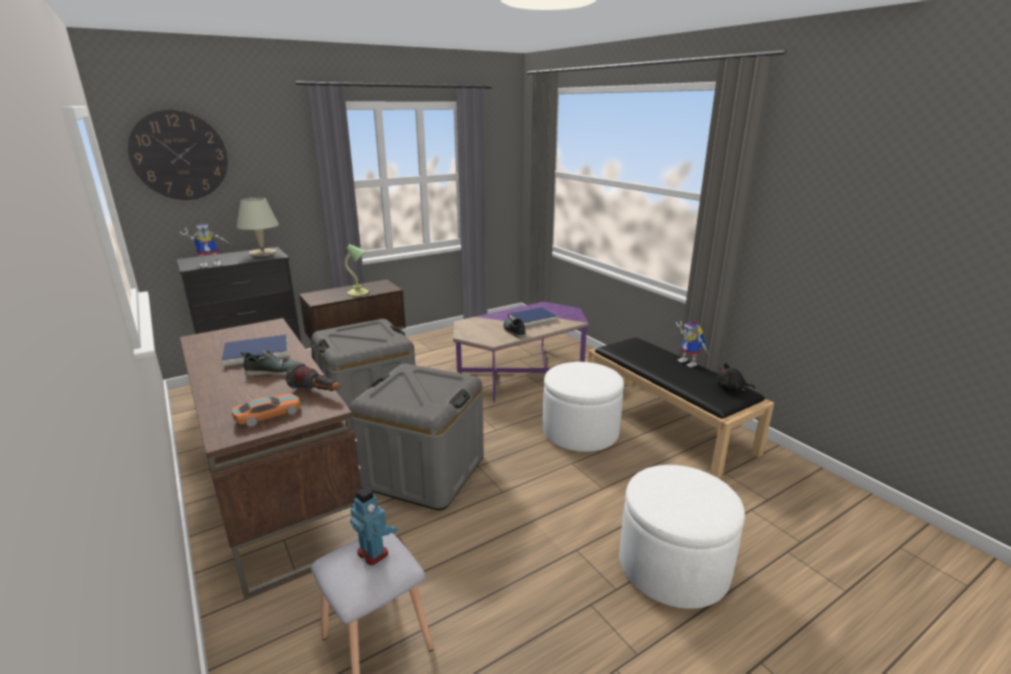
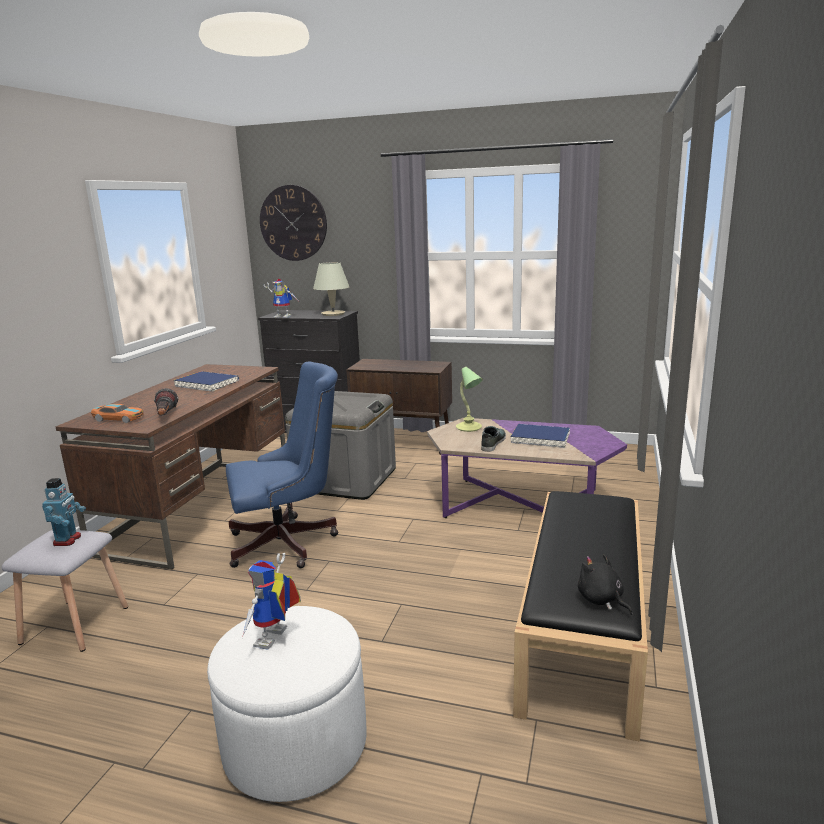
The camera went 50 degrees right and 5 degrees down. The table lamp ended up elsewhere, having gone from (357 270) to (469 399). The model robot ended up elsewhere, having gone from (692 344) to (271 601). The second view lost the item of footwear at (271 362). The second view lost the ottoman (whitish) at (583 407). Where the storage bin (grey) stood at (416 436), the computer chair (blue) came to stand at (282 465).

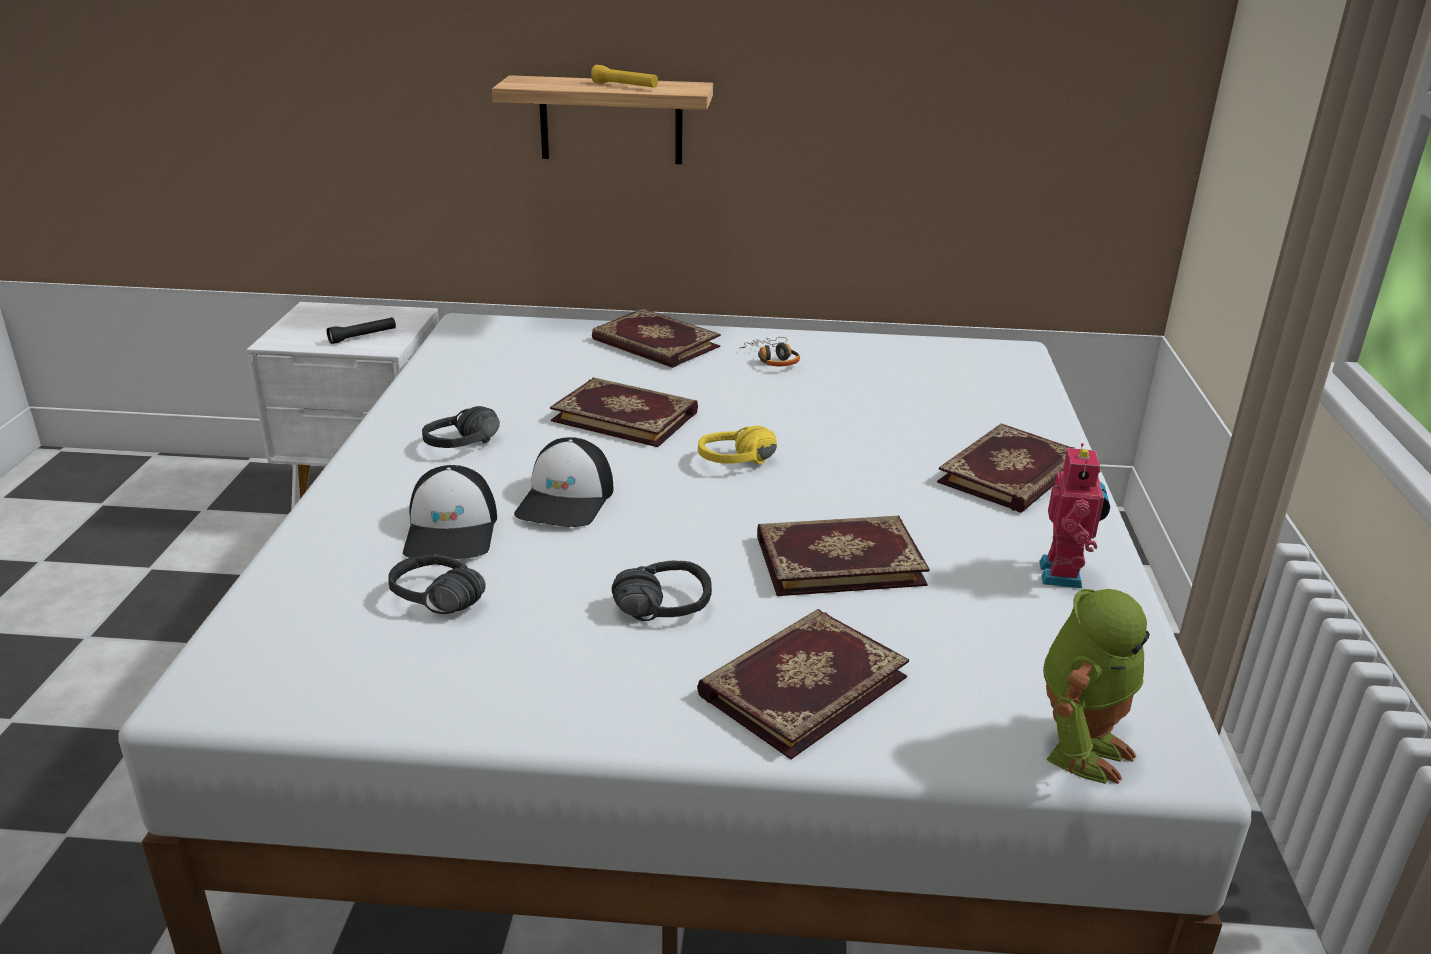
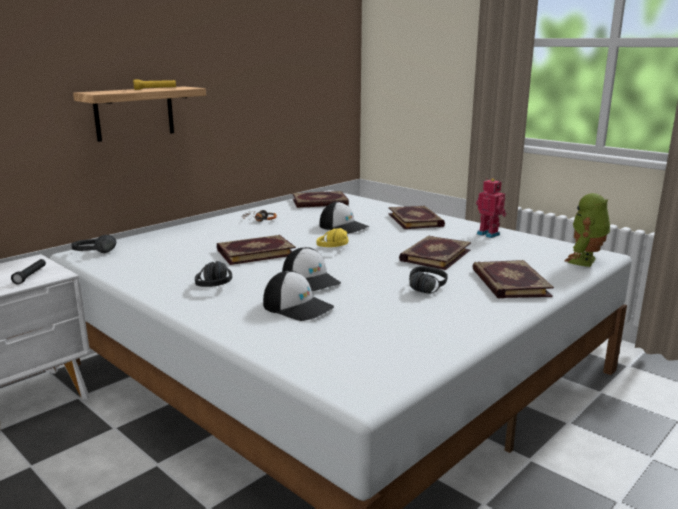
The camera went 50 degrees left and 10 degrees down. The volume ended up elsewhere, having gone from (656 338) to (320 199). The headset (blackish) ended up elsewhere, having gone from (437 584) to (93 244). The model robot at (1096 686) ended up facing another way, 135 degrees counterclockwise from before. The second view gained the baseball cap at (344 218).

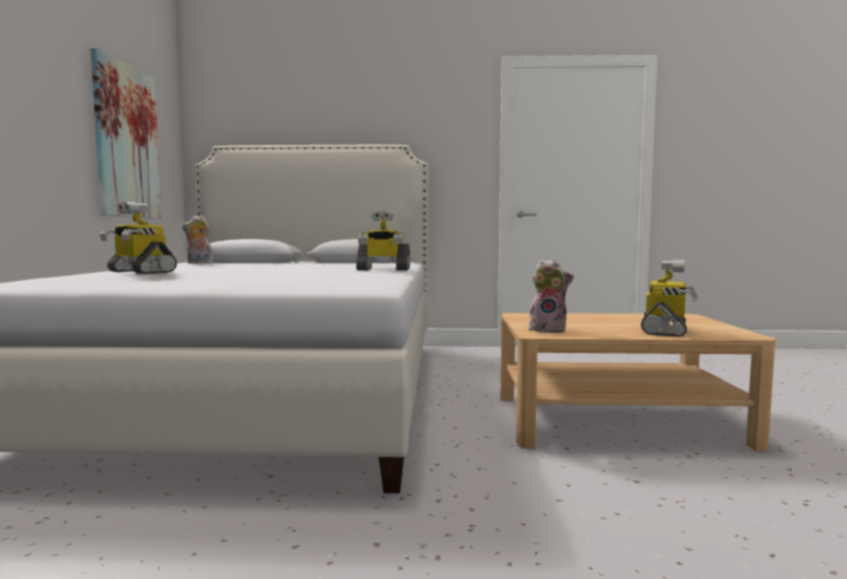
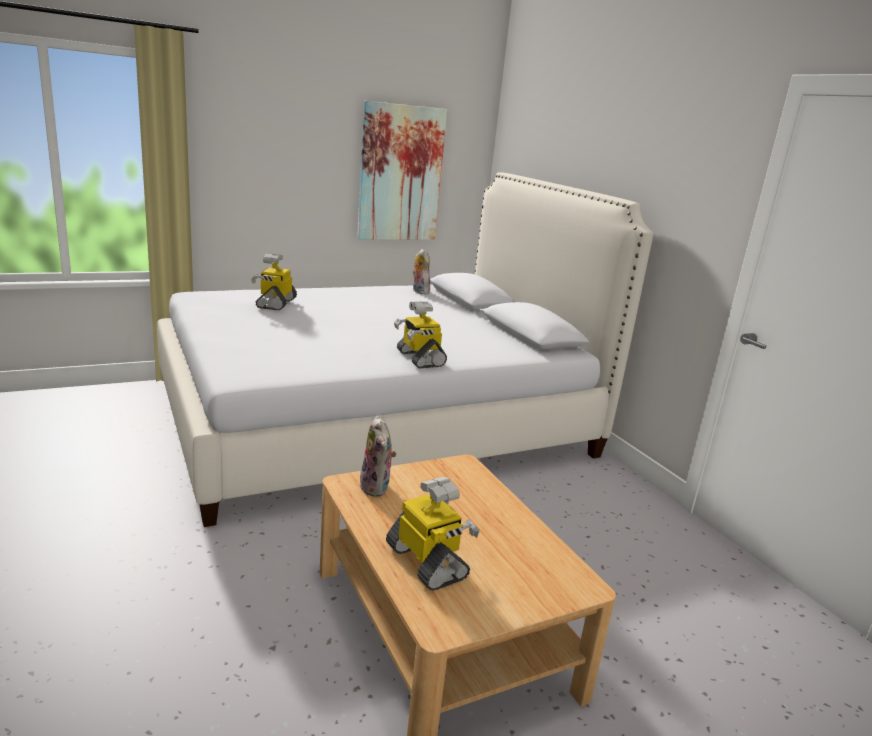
The camera went 60 degrees right and 15 degrees up. The model robot at (669 298) ended up facing another way, 120 degrees counterclockwise from before.

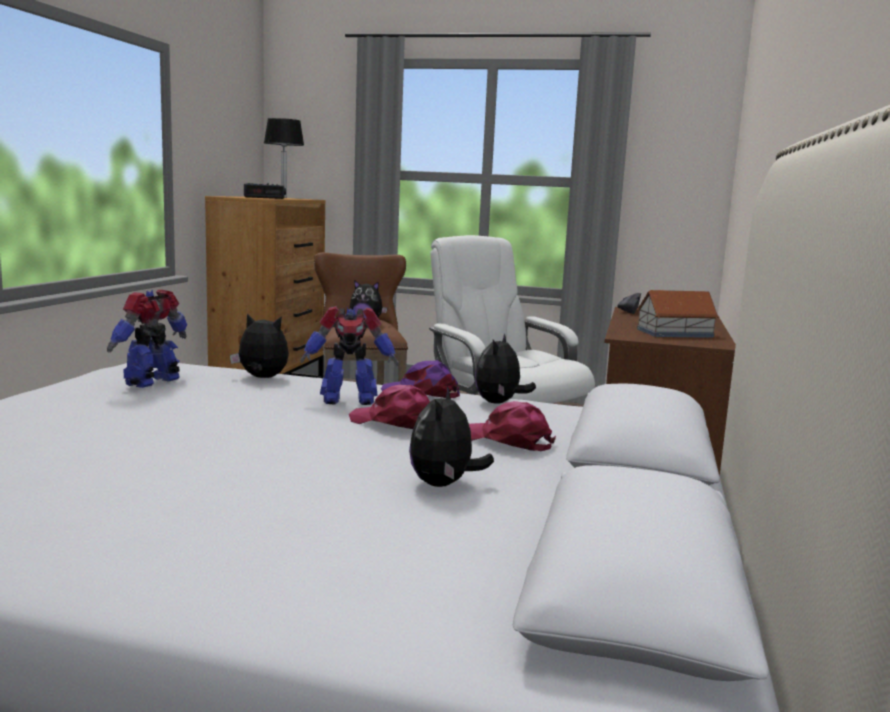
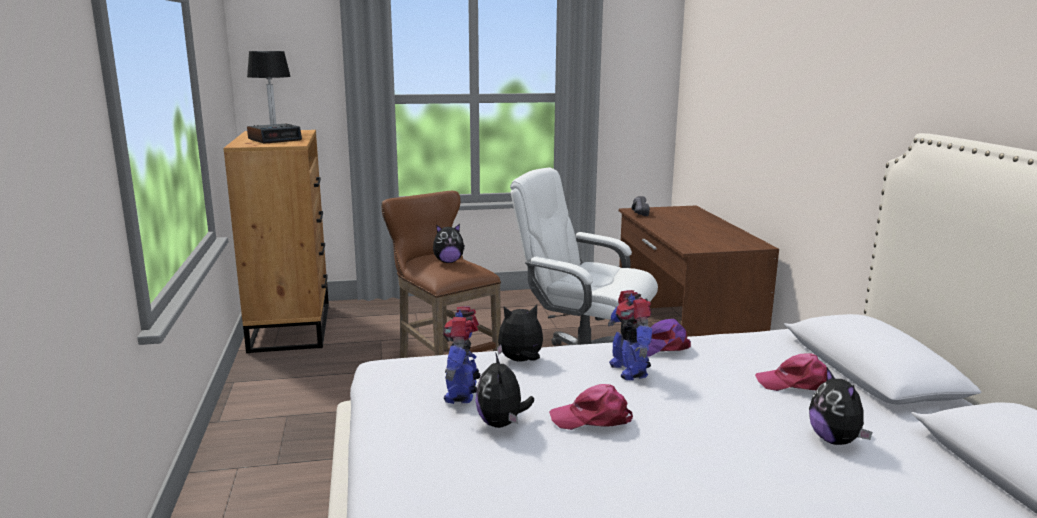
The camera went 25 degrees left and 5 degrees up. The second view lost the miniature house at (678 314). The model robot at (349 355) ended up facing another way, 105 degrees clockwise from before. The cuddly toy ended up elsewhere, having gone from (505 369) to (504 390). The baseball cap (pinkish) ended up elsewhere, having gone from (389 407) to (591 407).

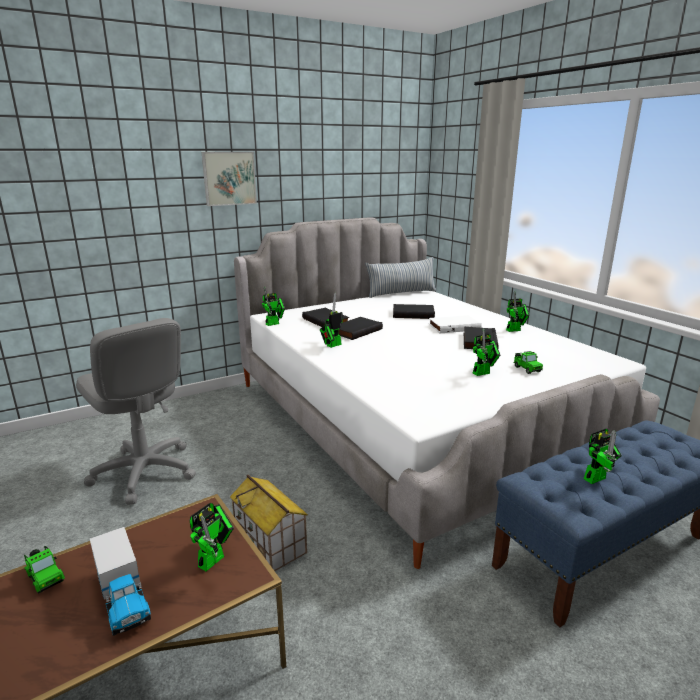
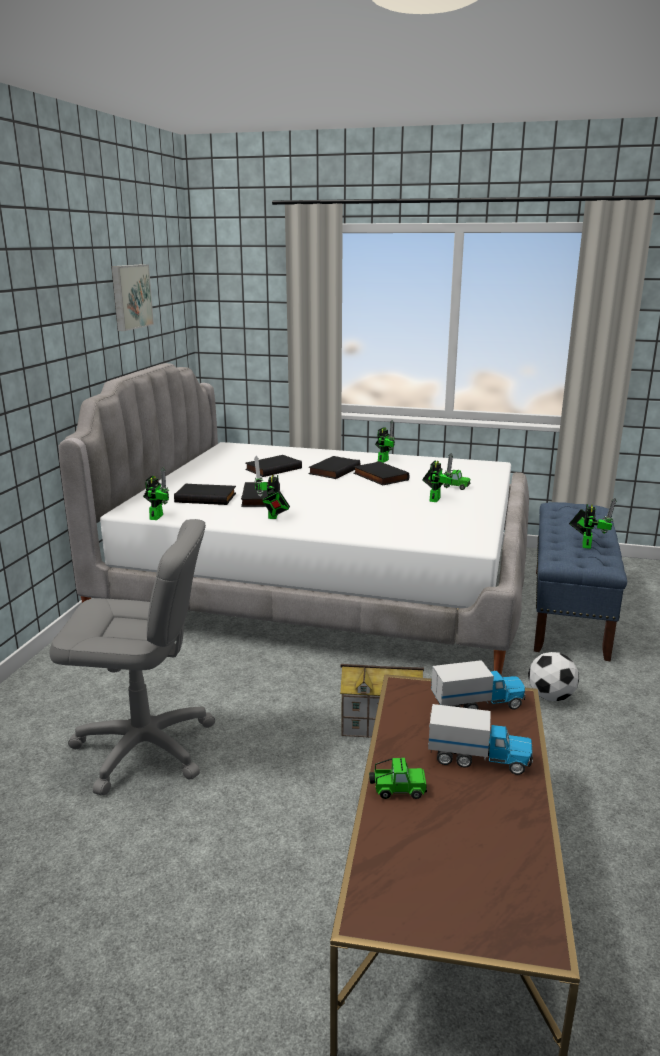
The camera went 45 degrees left and 0 degrees up. The wall picture ended up elsewhere, having gone from (229 179) to (133 297). The second view lost the cushion at (400 277). What was the volume (whitish) at (455 324) turned into the volume (blackish) at (334 467). Where the model robot stood at (211 537), the model truck came to stand at (478 684). The second view gained the ball for football at (553 676).

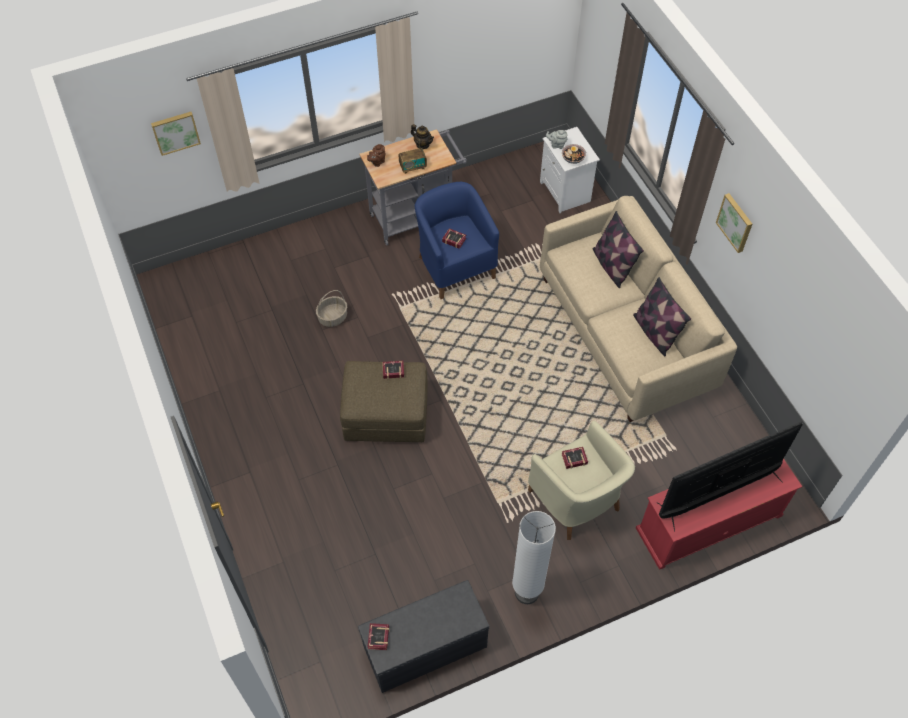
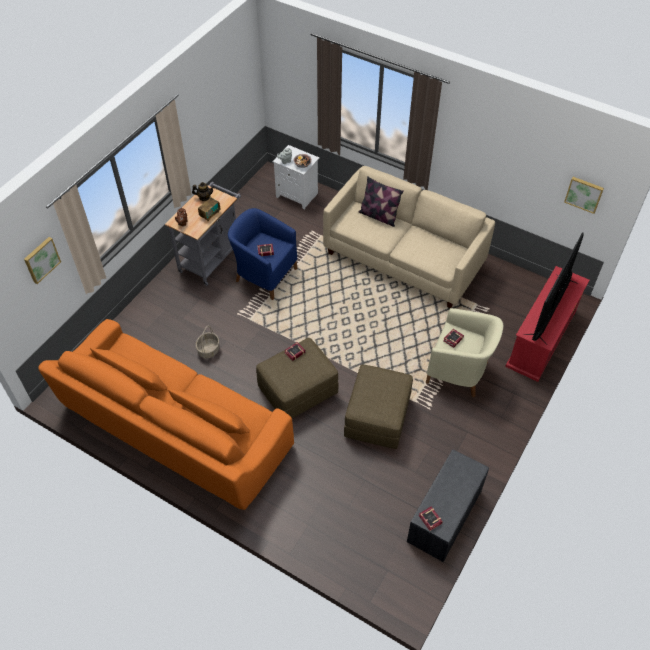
The camera went 35 degrees left and 5 degrees down. The wall picture ended up elsewhere, having gone from (734 223) to (584 195). The second view lost the cushion at (662 316). The second view lost the floor lamp (whitish) at (534 557). The second view gained the settee (orange-coloured) at (166 414). The second view gained the ottoman (brownish) at (378 407).

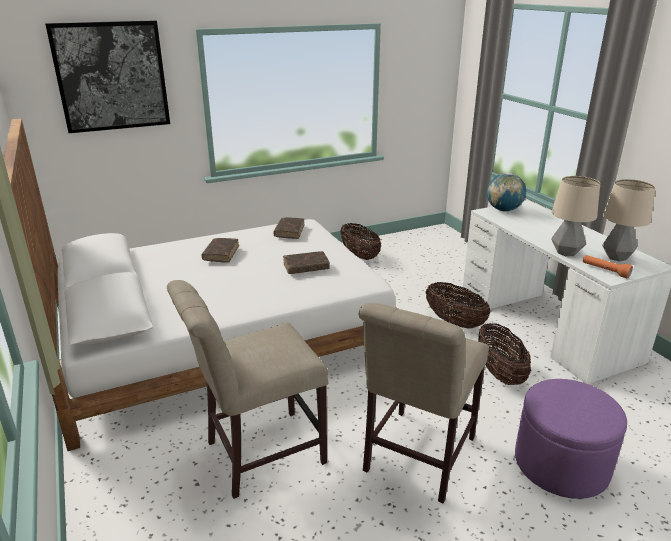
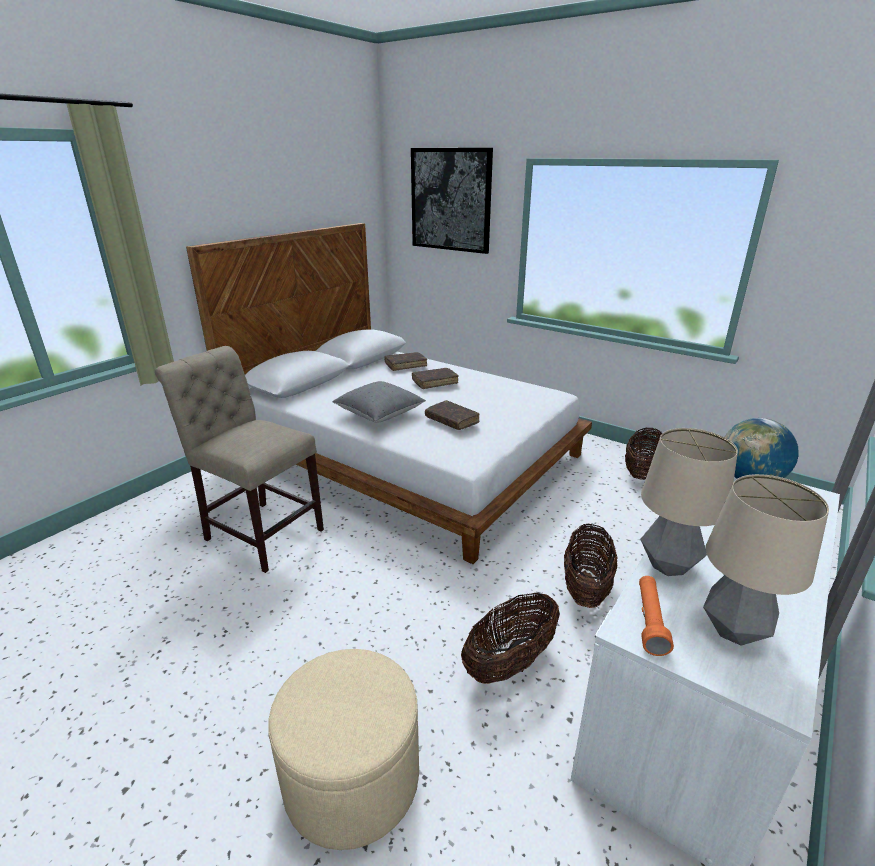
The camera went 60 degrees right and 0 degrees up. The volume (brownish) ended up elsewhere, having gone from (288 228) to (405 361). The second view lost the plain chair (sand-coloured) at (424 403). What was the ottoman (purple-coloured) at (571 439) turned into the ottoman (sand-coloured) at (343 749). The second view gained the cushion (grey) at (379 402).

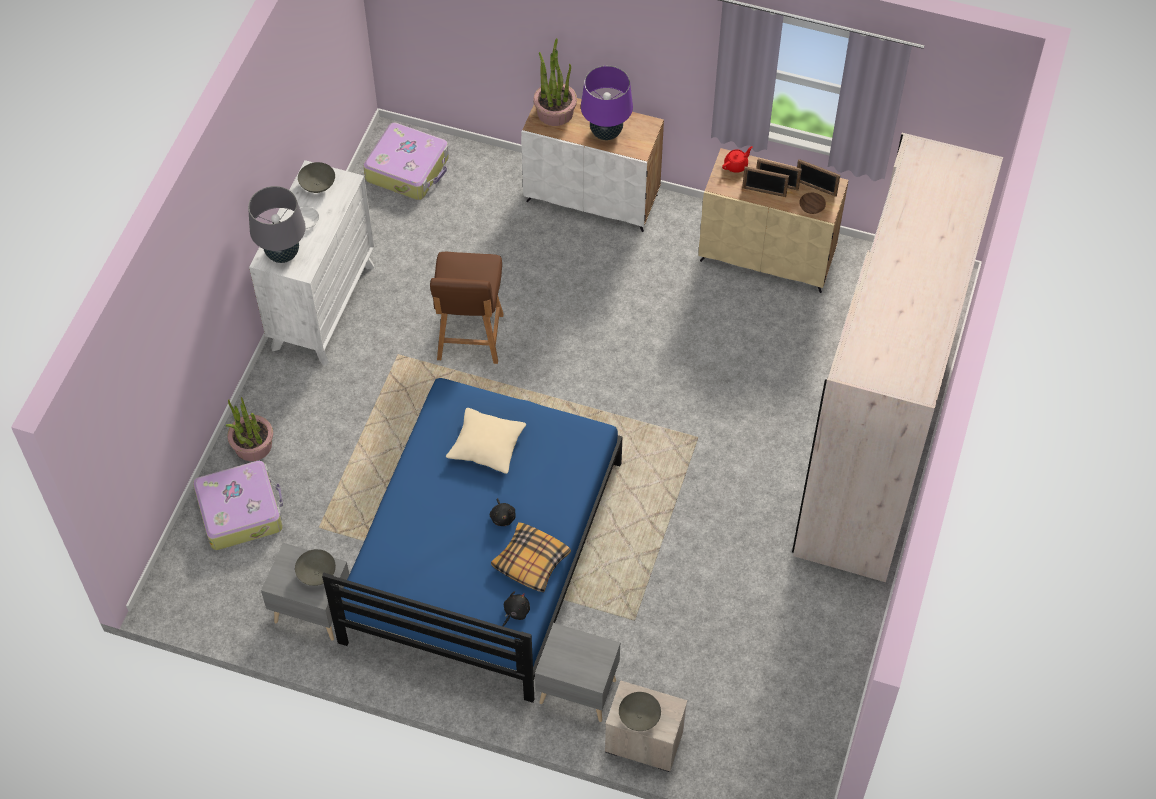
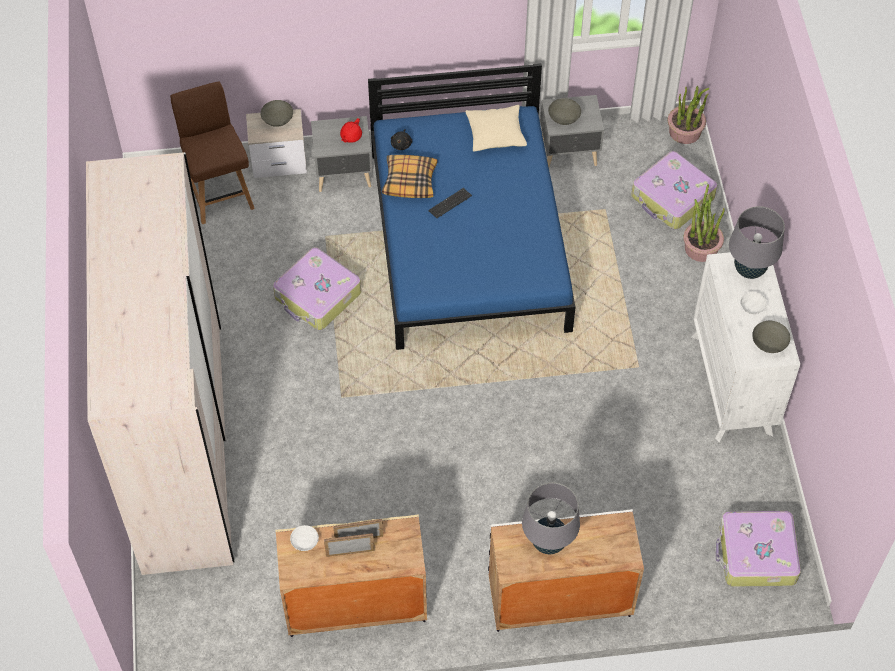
The camera went 155 degrees right and 0 degrees up. The potted plant ended up elsewhere, having gone from (555 82) to (688 115). What was the table lamp (purple-coloured) at (607 103) turned into the table lamp (grey) at (551 518). The tea pot (red) ended up elsewhere, having gone from (737 159) to (351 130). The second view lost the picture frame at (818 178). What was the serving bowl (brownish) at (812 203) turned into the serving bowl (whitish) at (304 538). The plain chair (brownish) ended up elsewhere, having gone from (467 308) to (212 152). The cushion (sand-coloured) ended up elsewhere, having gone from (486 441) to (496 128). Where the cuddly toy (blackish) stood at (503 512), the PC keyboard came to stand at (450 203). The second view gained the piece of luggage at (317 288).

